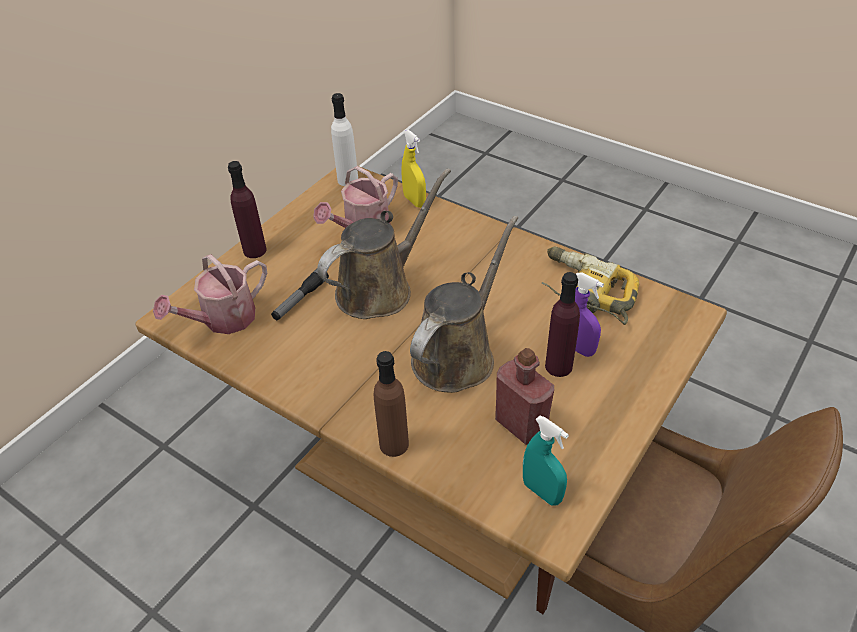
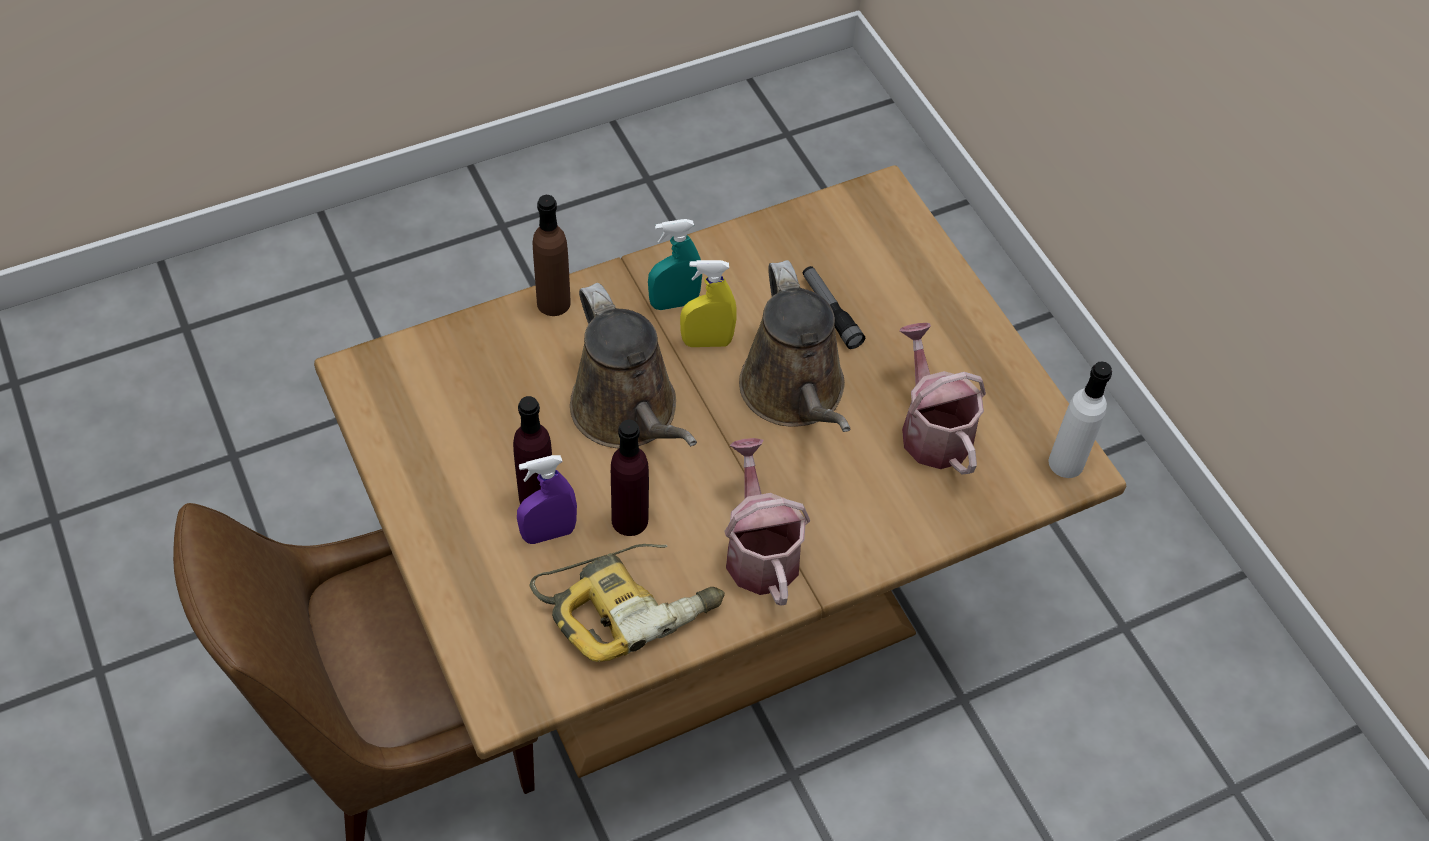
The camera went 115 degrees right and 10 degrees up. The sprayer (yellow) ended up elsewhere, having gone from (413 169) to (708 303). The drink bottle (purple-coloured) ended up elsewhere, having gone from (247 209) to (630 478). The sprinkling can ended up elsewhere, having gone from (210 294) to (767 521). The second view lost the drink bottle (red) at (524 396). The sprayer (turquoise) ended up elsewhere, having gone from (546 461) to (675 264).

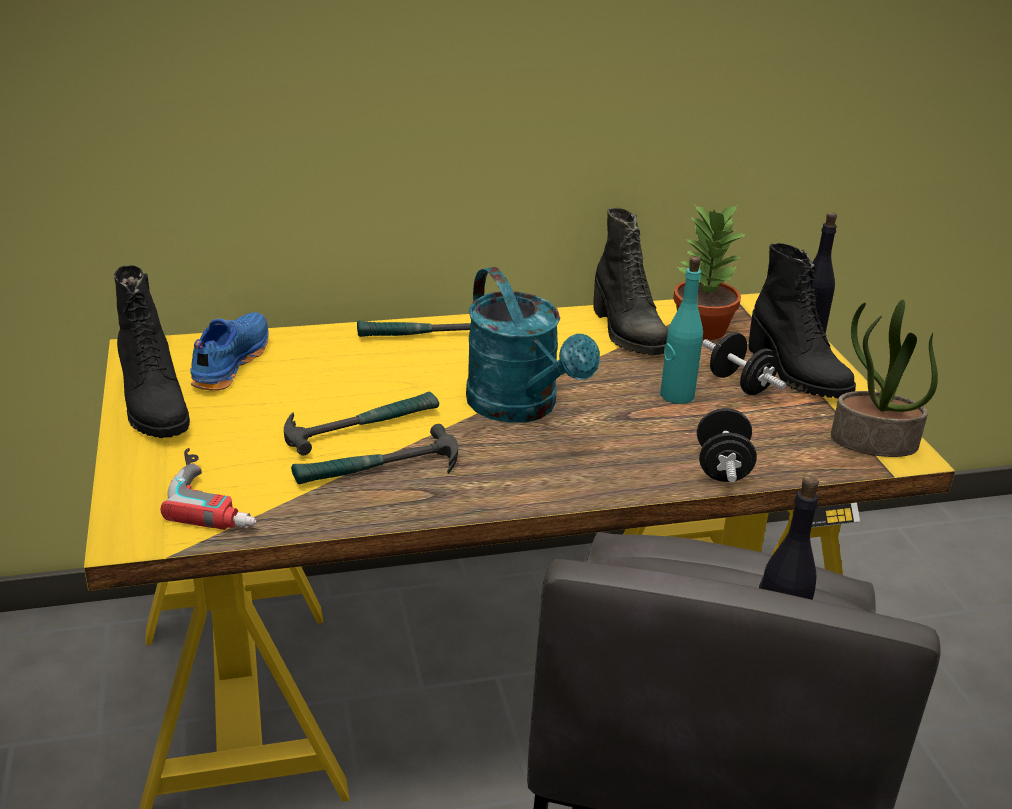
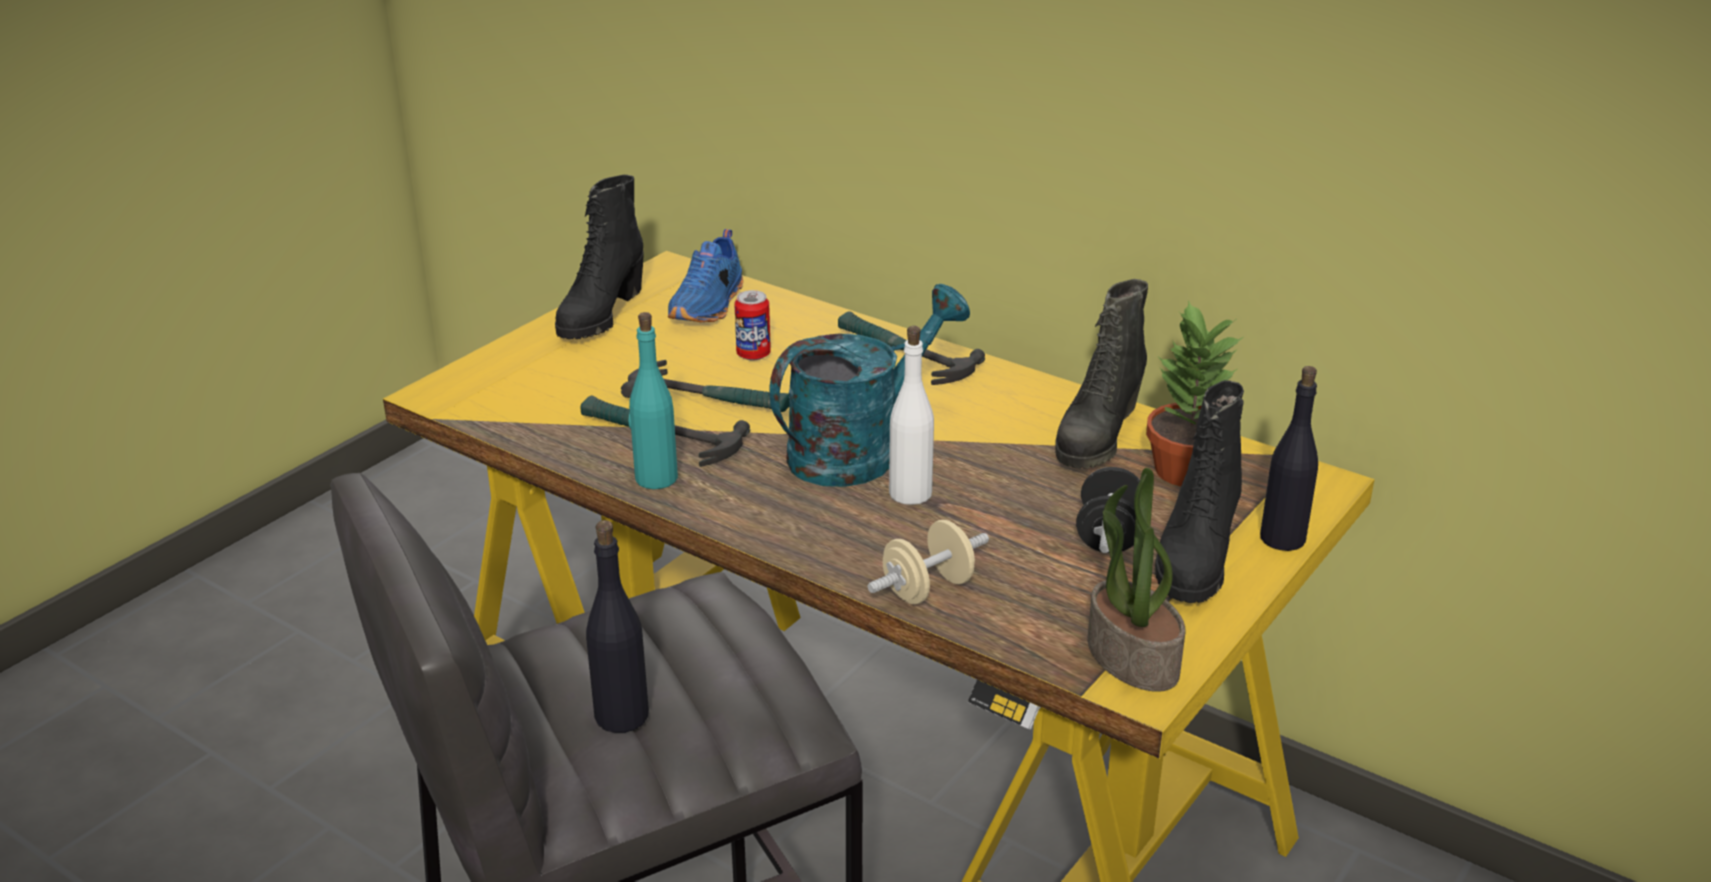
The camera went 50 degrees right and 0 degrees up. The drink bottle (turquoise) ended up elsewhere, having gone from (681 330) to (653 400). The sprinkling can (turquoise) at (533 345) ended up facing another way, 150 degrees counterclockwise from before. The item of footwear (blue) at (229 351) ended up facing another way, 135 degrees clockwise from before. What was the dumbbell (blackish) at (727 445) turned into the dumbbell (sand-coloured) at (928 562). The second view lost the drill at (208 489). The second view gained the can at (752 325). The second view gained the drink bottle (whitish) at (911 415).

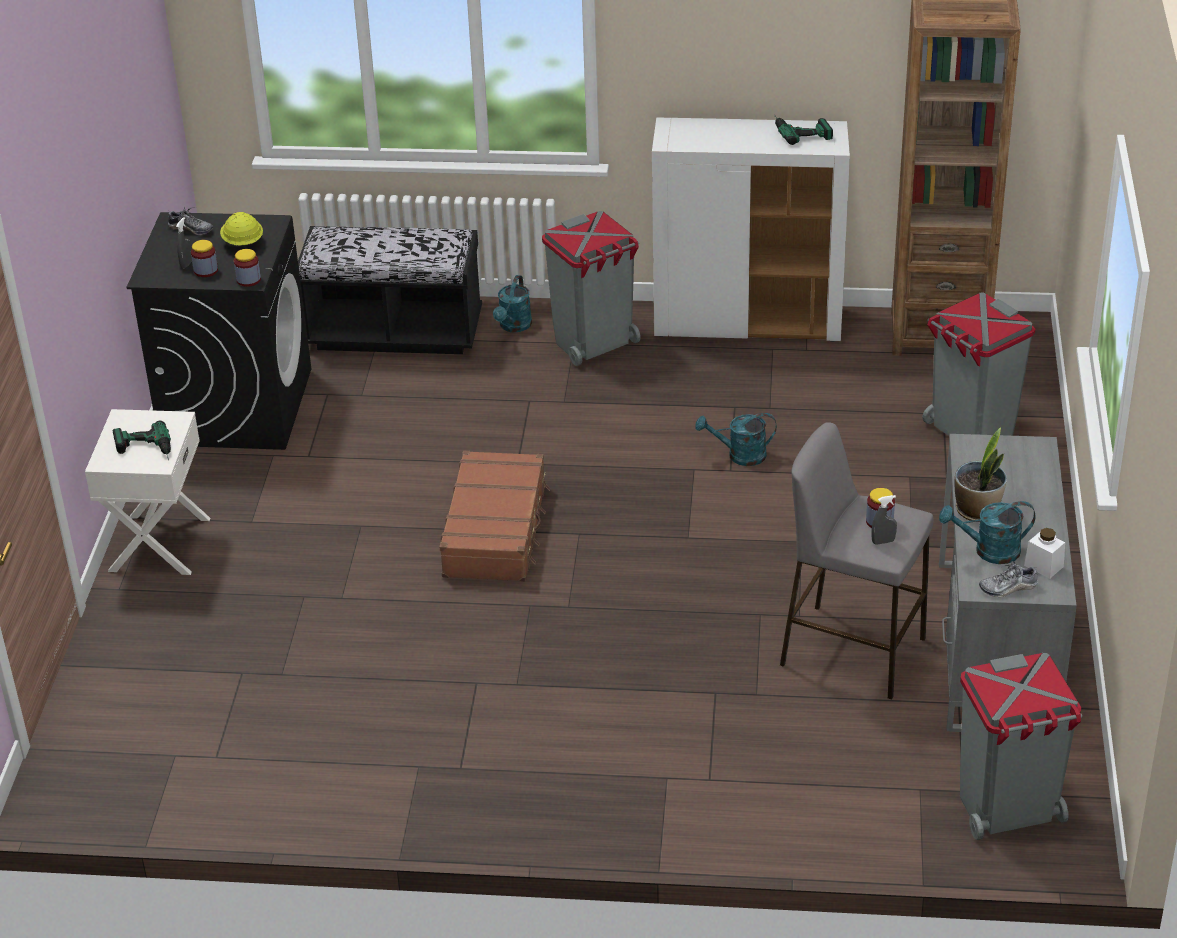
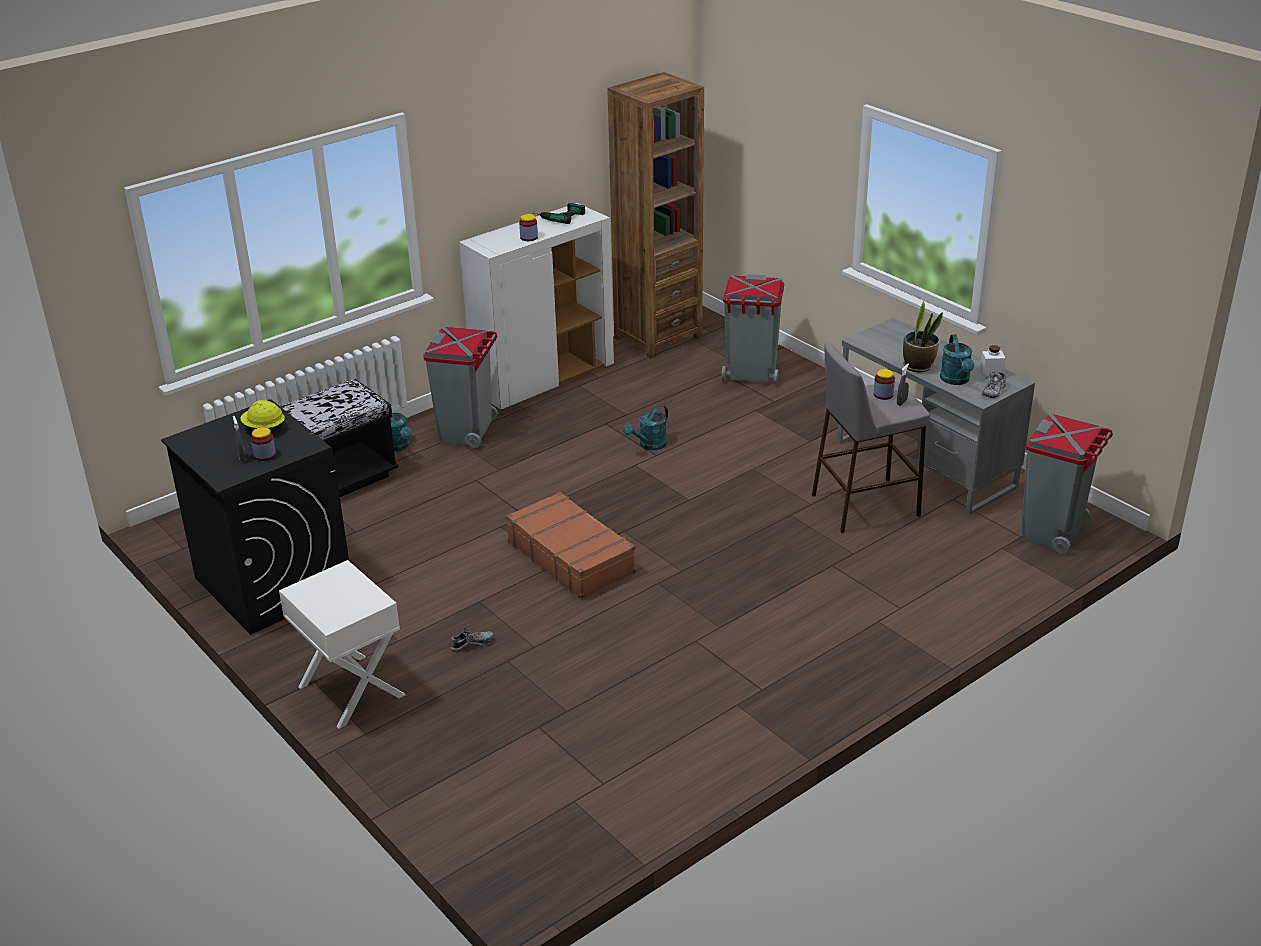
The camera went 45 degrees left and 5 degrees down. The item of footwear ended up elsewhere, having gone from (190 221) to (473 638). The storage jar ended up elsewhere, having gone from (247 268) to (528 227). The second view lost the drill at (142 440). The sprinkling can (turquoise) at (987 532) ended up facing another way, 45 degrees counterclockwise from before.

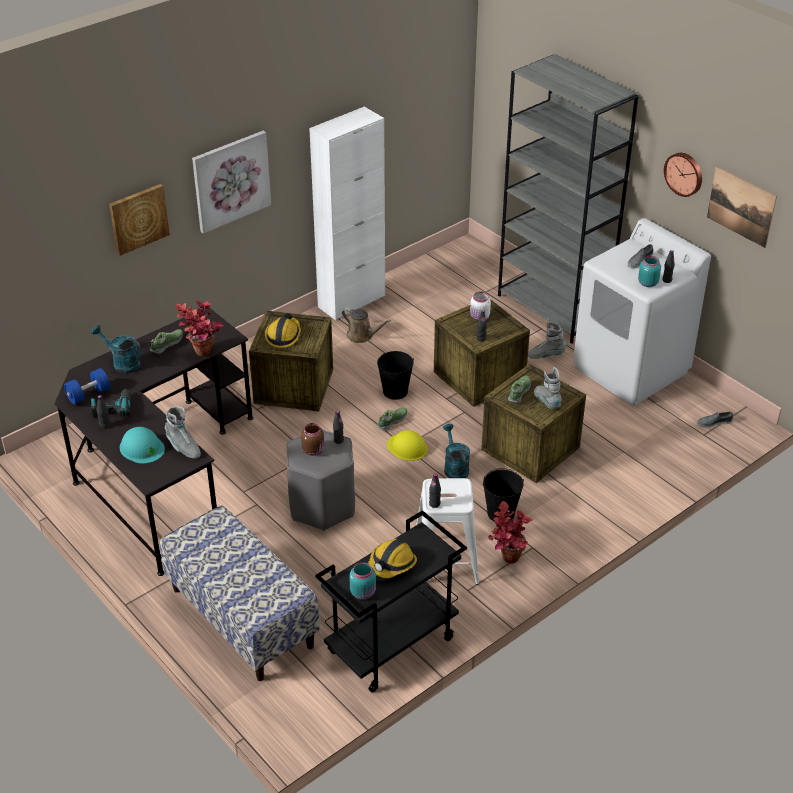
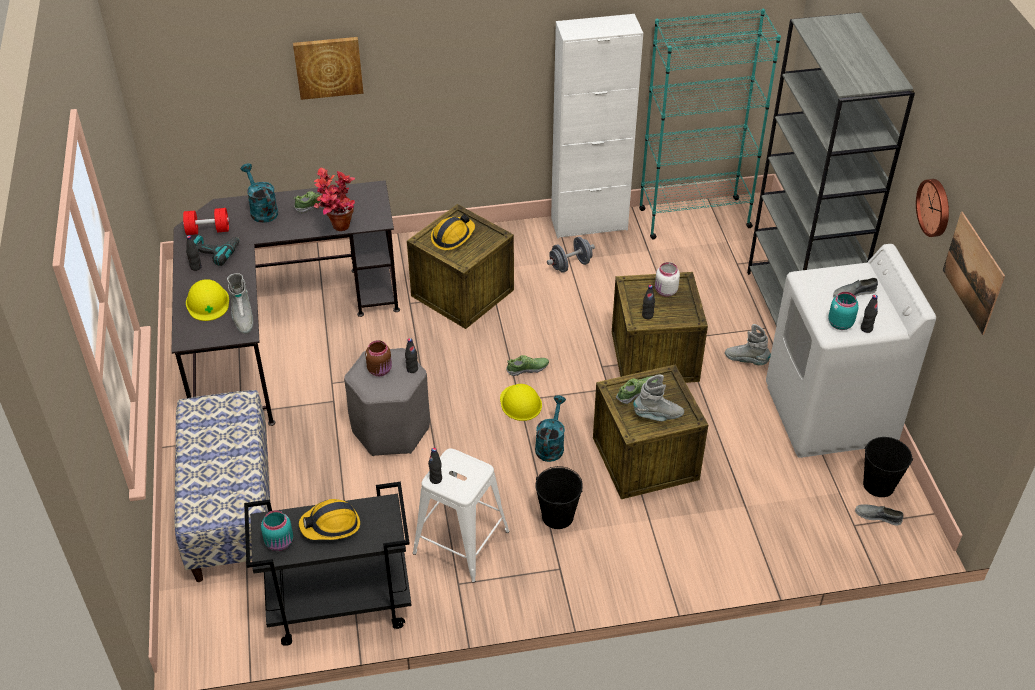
The camera went 30 degrees right and 5 degrees up. The second view lost the wall picture at (231 182). Where the sprinkling can (brownish) stood at (366 325), the dumbbell (grey) came to stand at (571 255). The pail (blackish) ended up elsewhere, having gone from (395 375) to (888 467). The tall boot (grey) at (548 388) ended up facing another way, 75 degrees clockwise from before. What was the dumbbell (blue) at (87 386) turned into the dumbbell (red) at (206 221). What was the hard hat (turquoise) at (142 445) turned into the hard hat (yellow) at (207 300). The second view lost the potted plant at (510 532). The second view gained the shelving unit (turquoise) at (710 124).

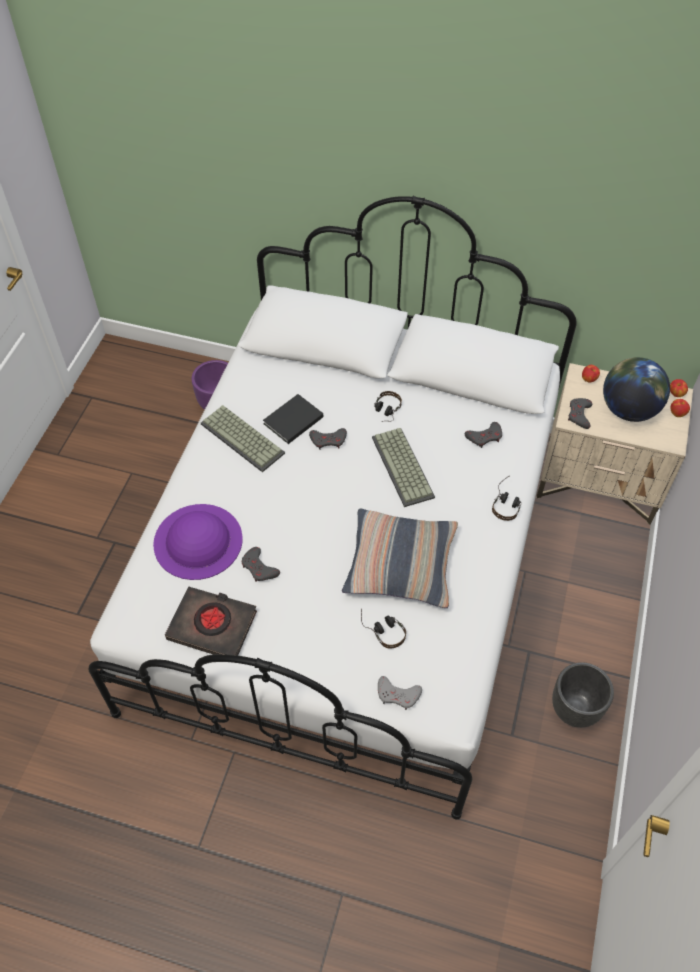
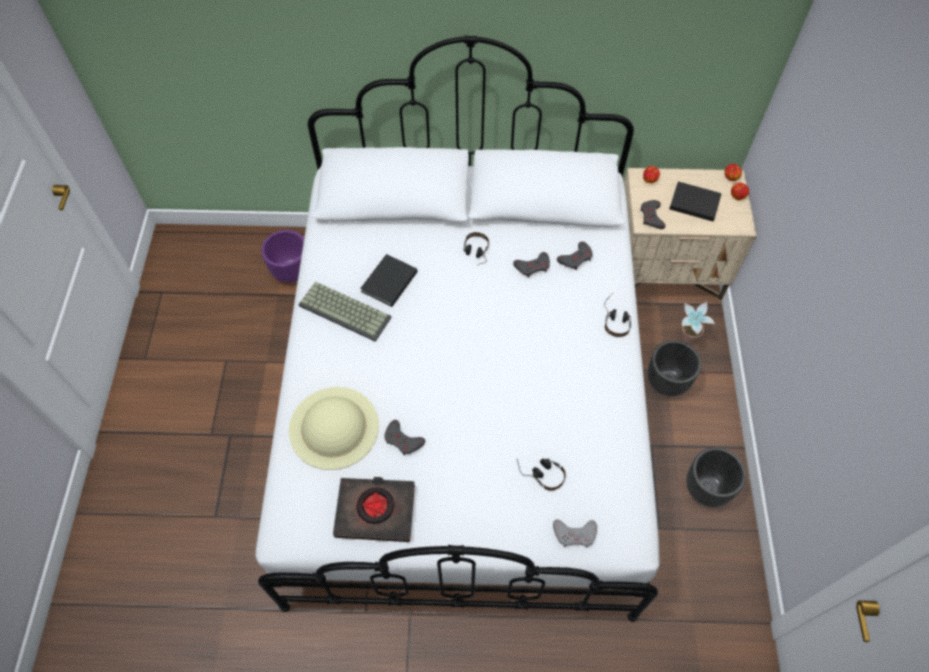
The camera went 15 degrees left and 5 degrees up. Where the desk globe stood at (636 389), the volume (blackish) came to stand at (695 201). The game controller (grey) ended up elsewhere, having gone from (328 439) to (531 265). The second view lost the PC keyboard at (403 467). What was the hat (purple-coloured) at (198 542) turned into the hat (sand-coloured) at (334 428). The second view lost the cushion at (400 558). The second view gained the potted plant at (698 322). The second view gained the planter (blackish) at (674 368).

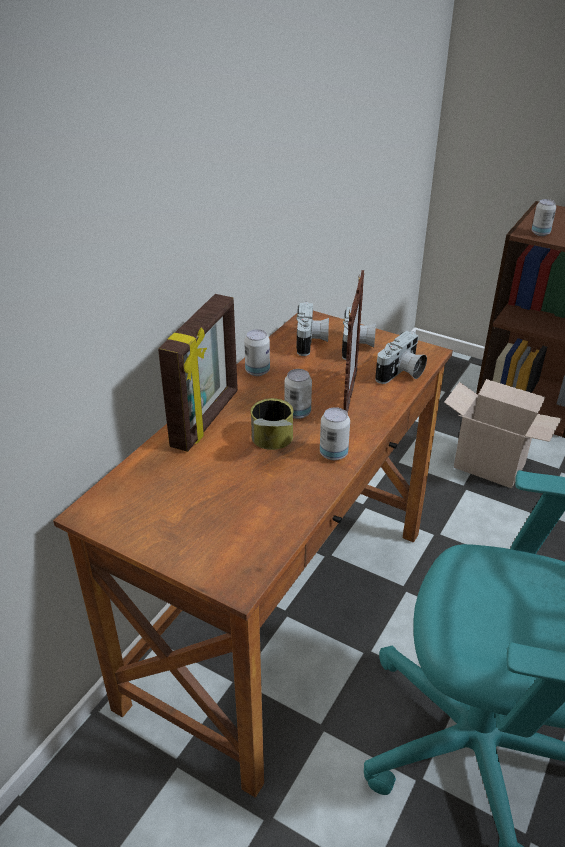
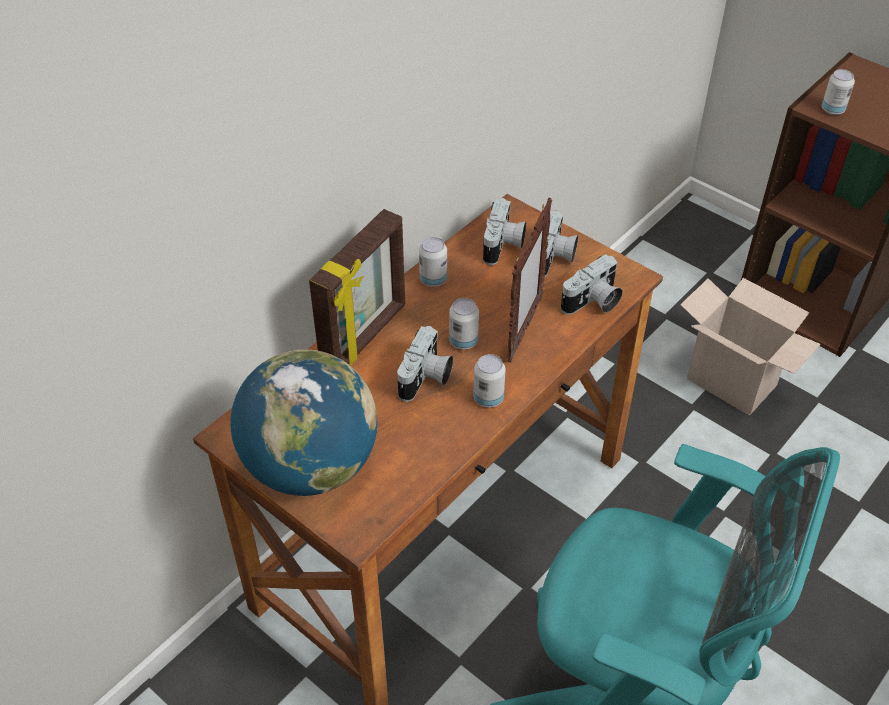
The camera went 10 degrees right and 10 degrees up. Where the can stood at (271 424), the still camera came to stand at (425 364). The second view gained the desk globe at (303 423).

